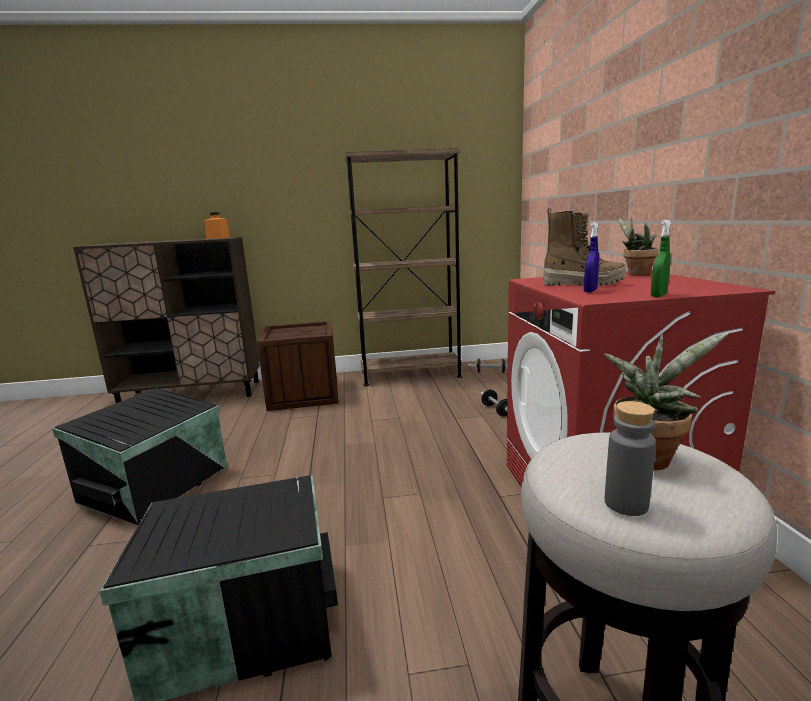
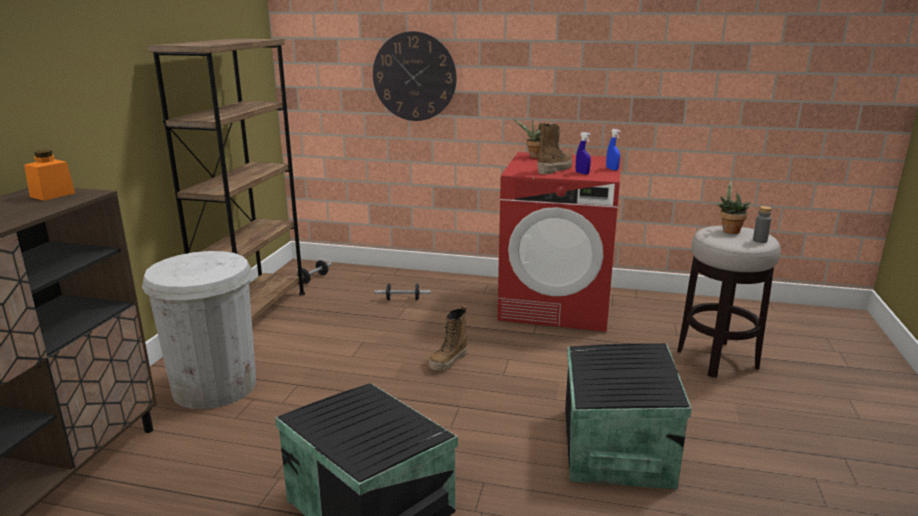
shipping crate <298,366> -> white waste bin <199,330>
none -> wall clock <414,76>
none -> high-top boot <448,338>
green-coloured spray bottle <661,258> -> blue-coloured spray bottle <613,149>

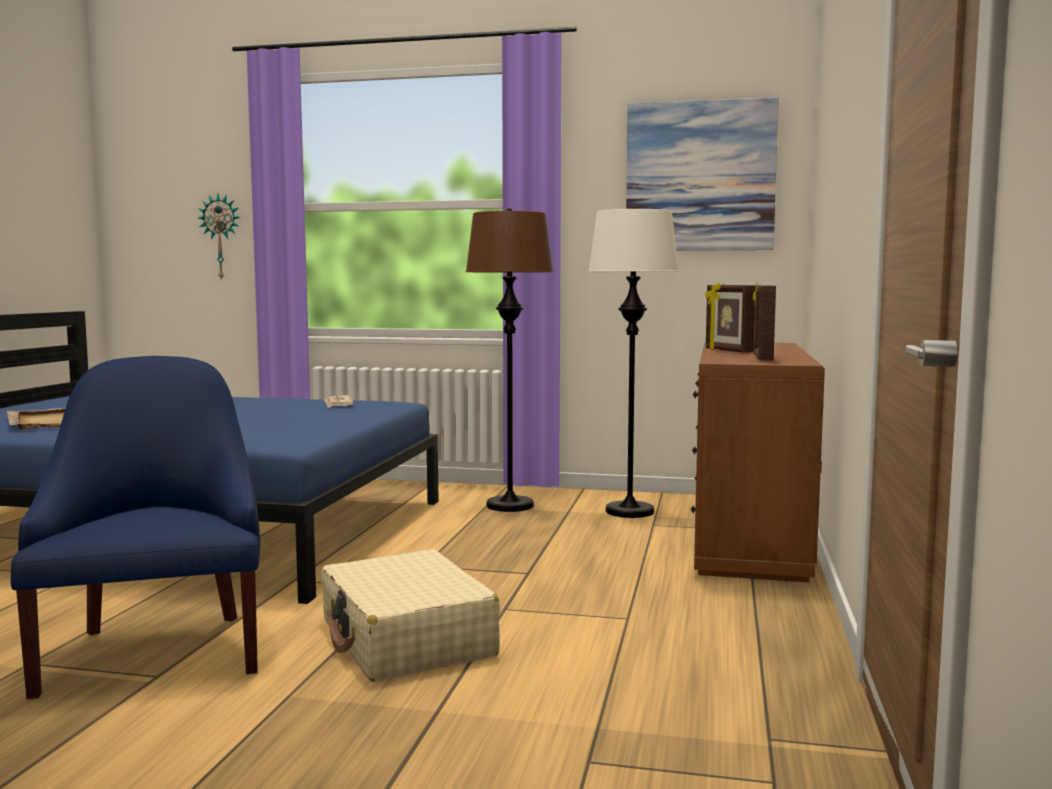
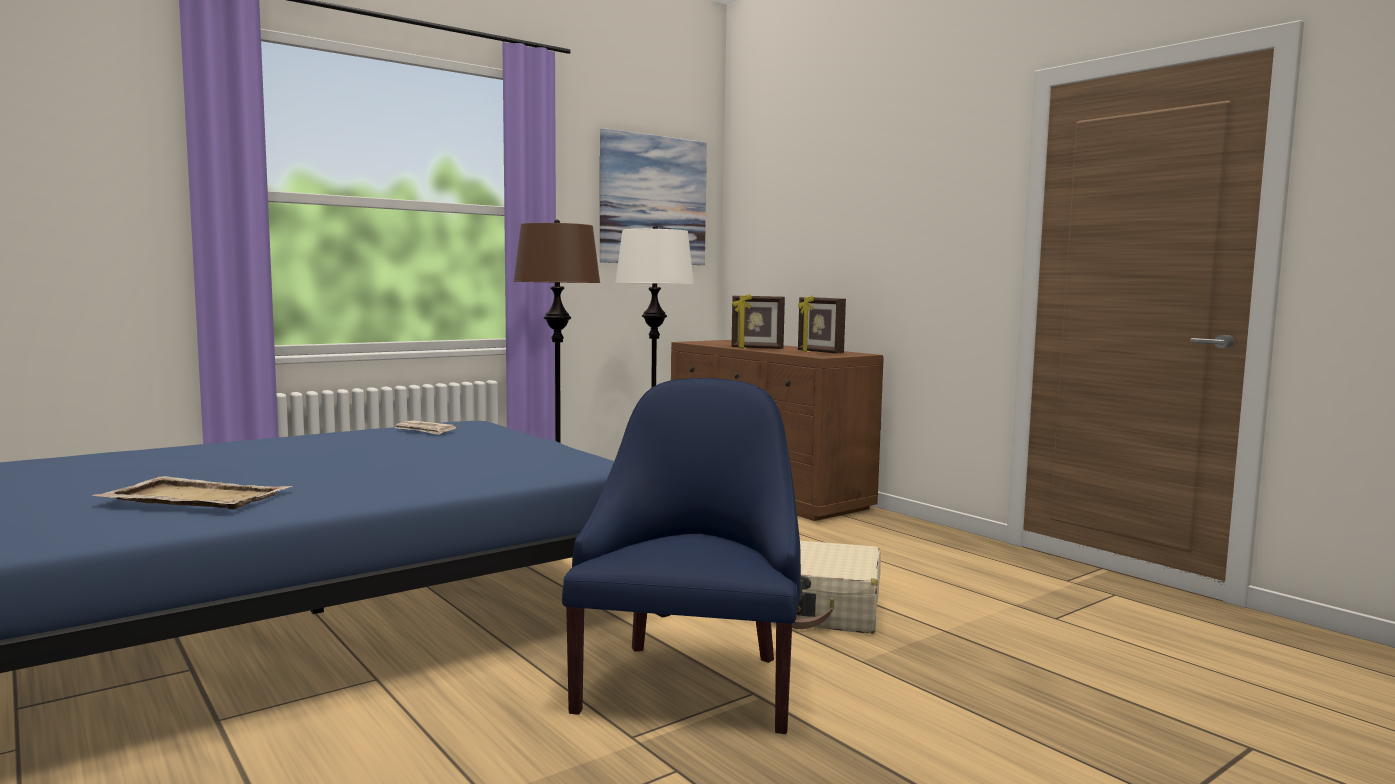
blue-coloured armchair <135,527> -> blue-coloured armchair <681,556>, 75 degrees clockwise
wall clock <219,237> -> none

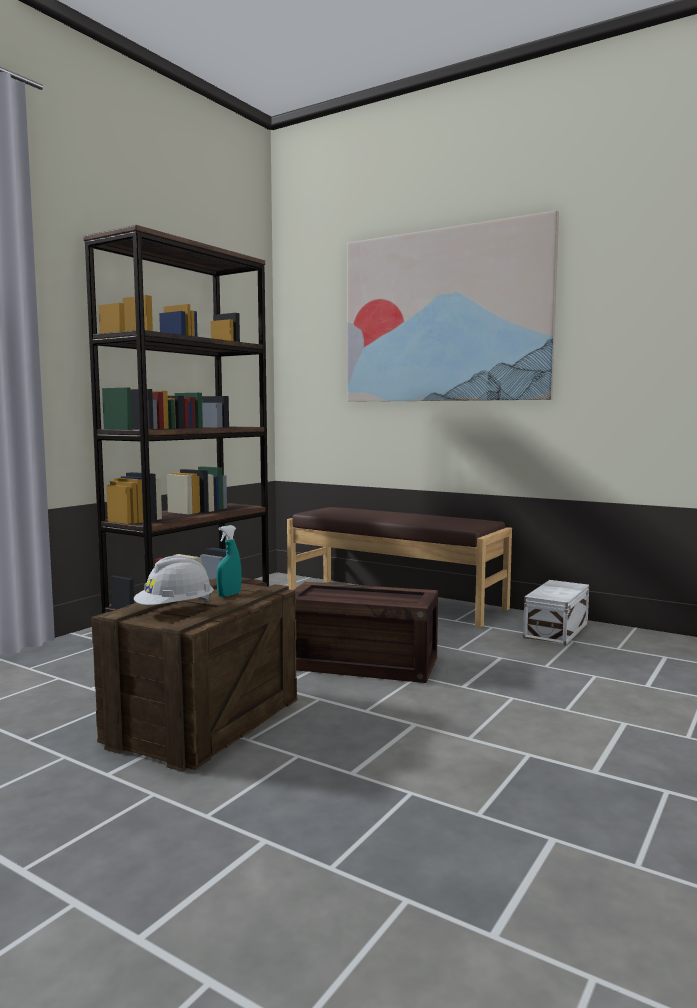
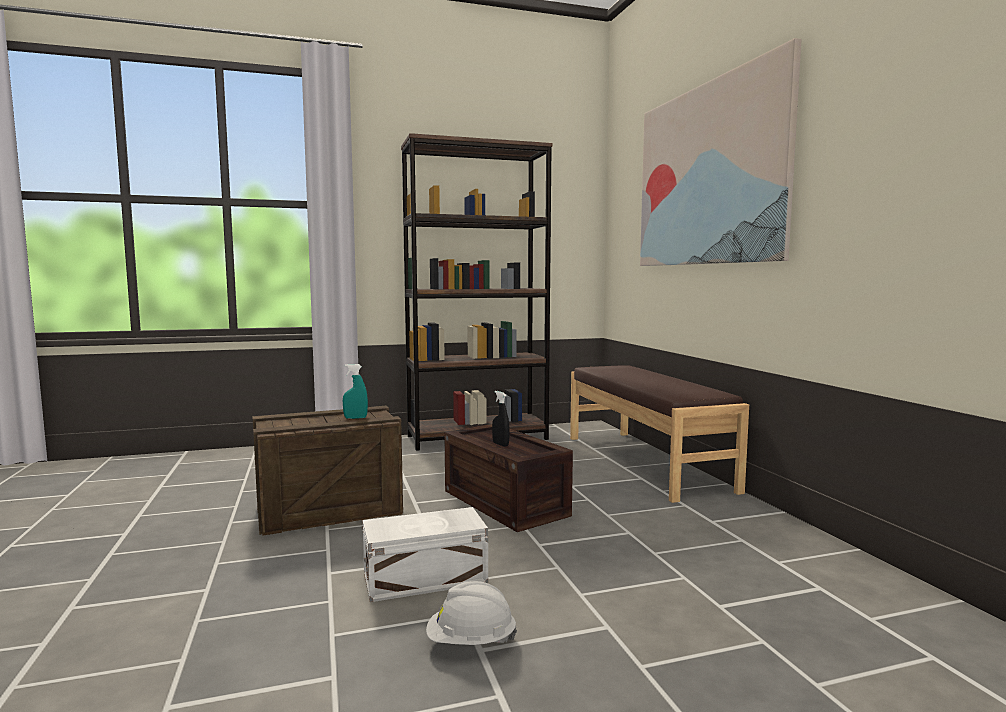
white storage bin <556,612> -> white storage bin <425,554>, moved
white hard hat <174,580> -> white hard hat <471,613>, moved
none -> blackish spray bottle <501,419>

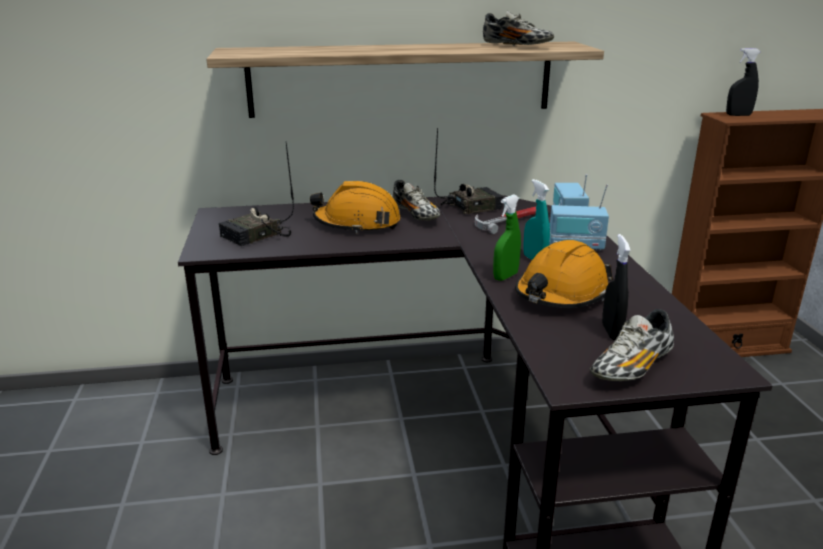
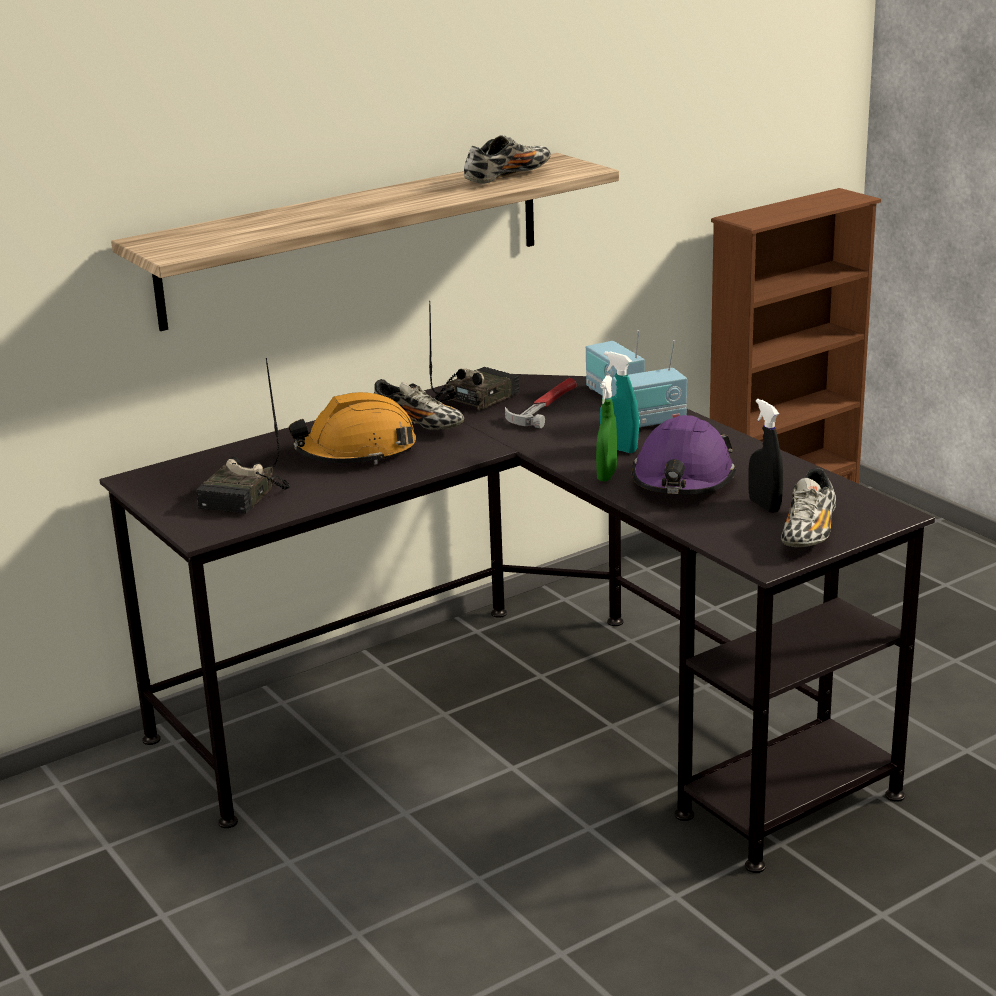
low shoe <518,28> -> low shoe <507,160>, 60 degrees counterclockwise
orangey hard hat <564,274> -> purple hard hat <684,454>
blackish spray bottle <743,82> -> none

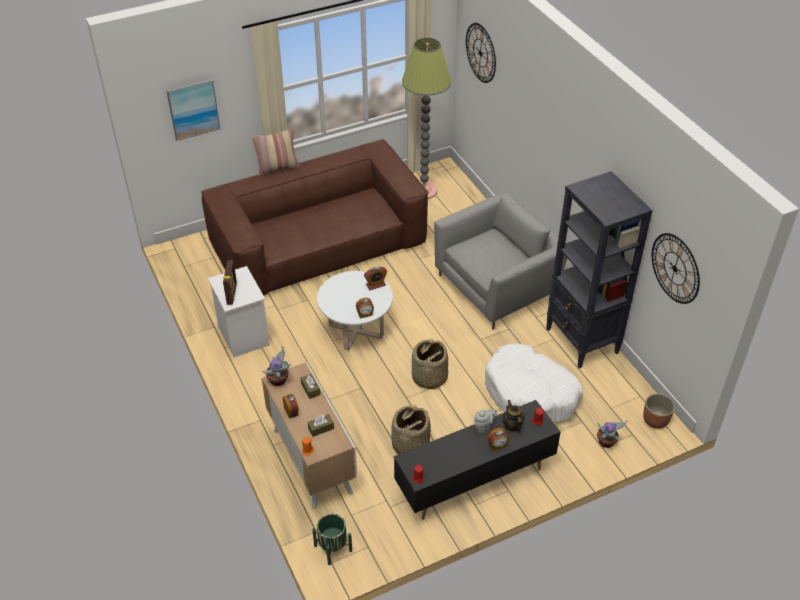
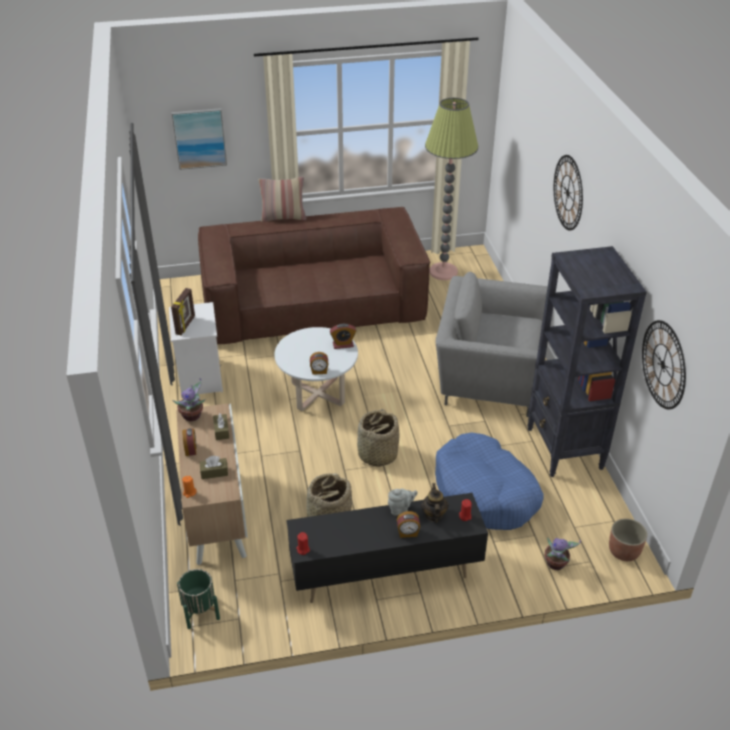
white dog cushion <534,383> -> blue-coloured dog cushion <489,481>
greyish armchair <500,261> -> greyish armchair <492,344>, 150 degrees counterclockwise
wall clock <481,53> -> wall clock <568,192>, moved

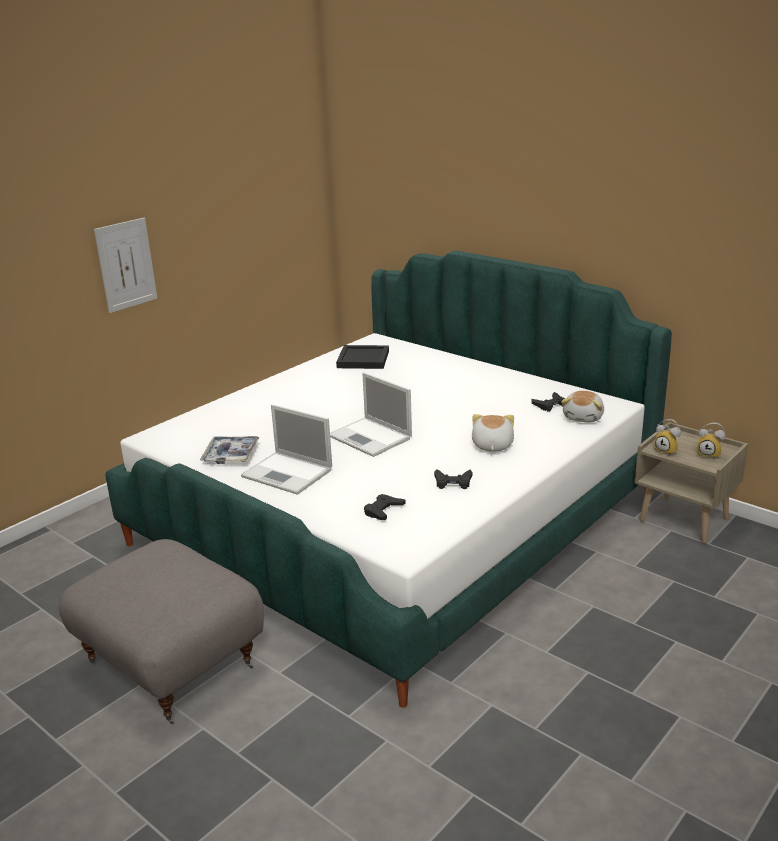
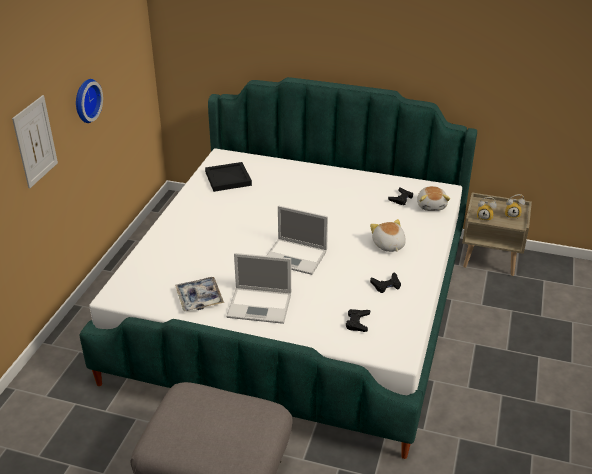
none -> wall clock <89,101>

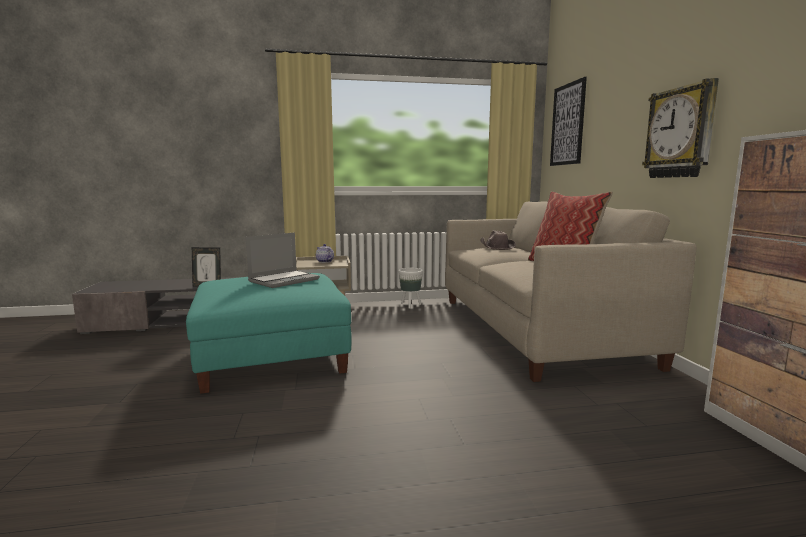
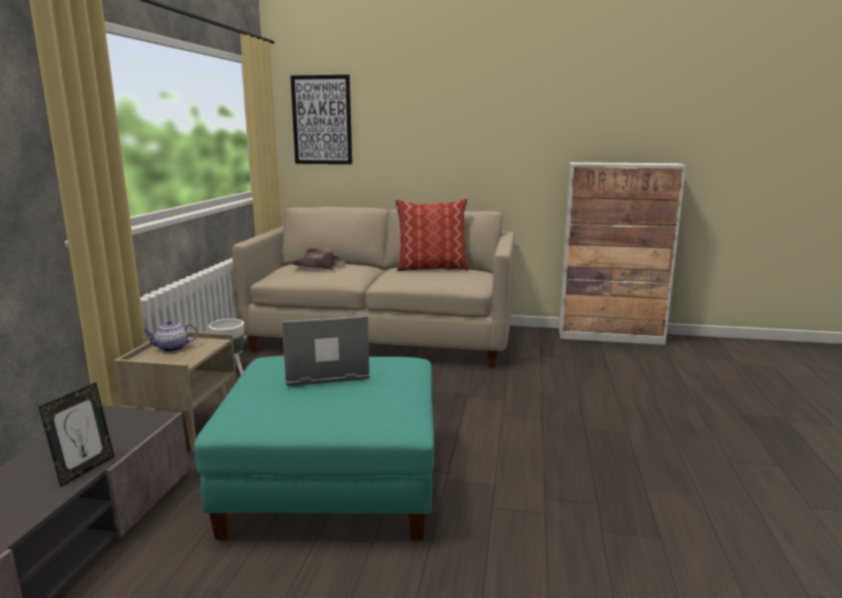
notebook computer <283,260> -> notebook computer <326,351>, 75 degrees counterclockwise
wall clock <680,128> -> none

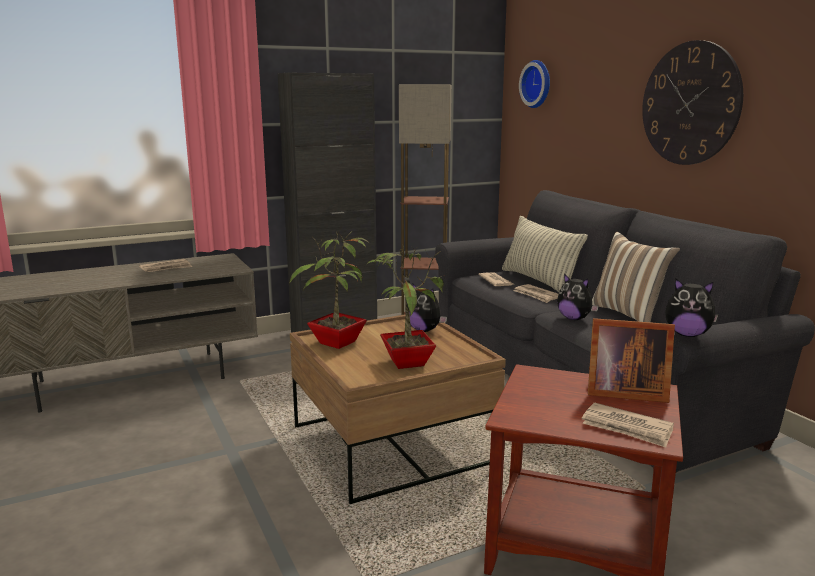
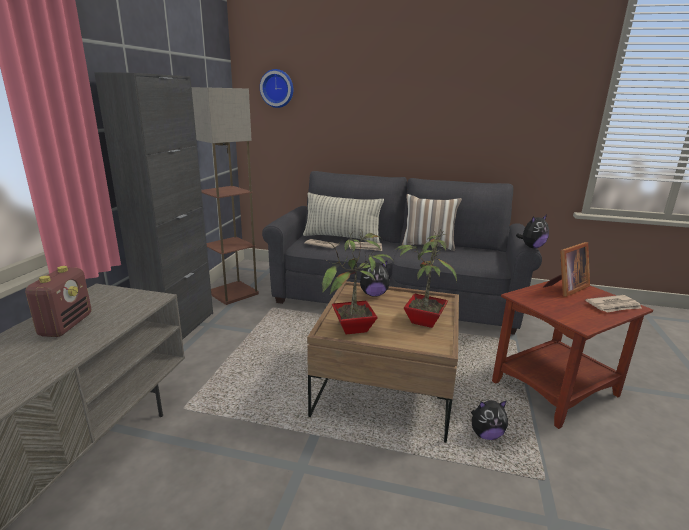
daily paper <165,265> -> radio set <58,301>
cuddly toy <578,297> -> cuddly toy <489,420>, moved
wall clock <692,102> -> none

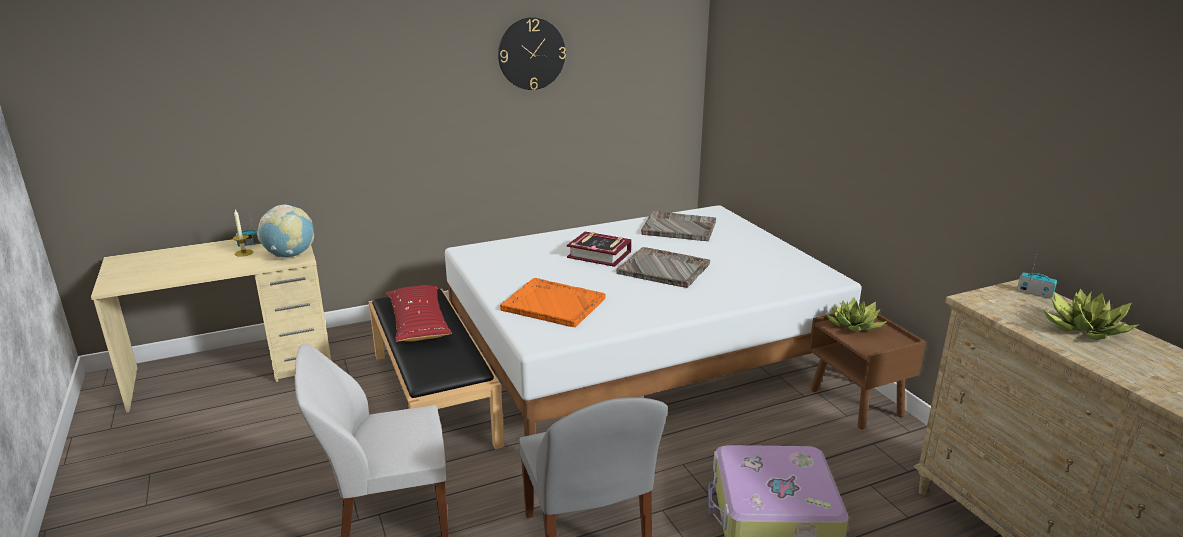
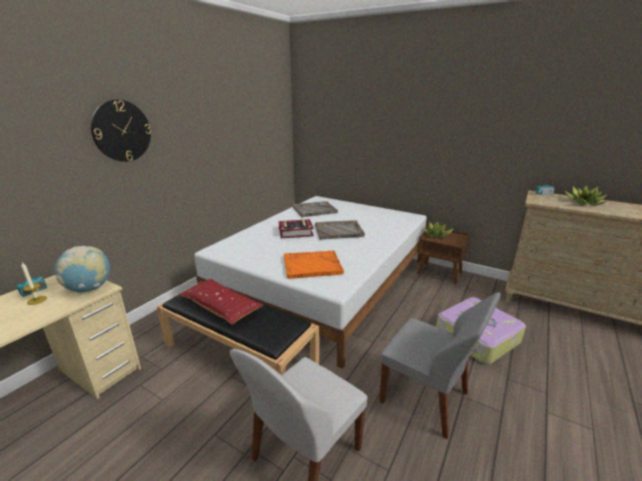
wall clock <532,53> -> wall clock <121,131>, moved

